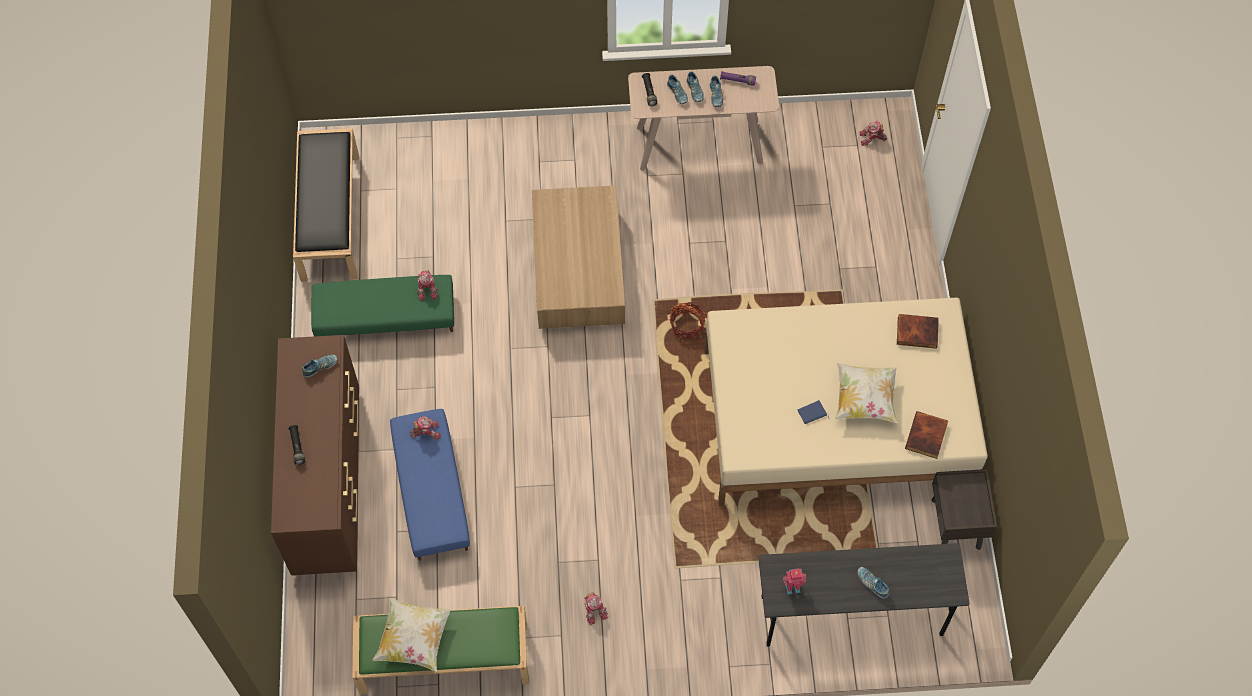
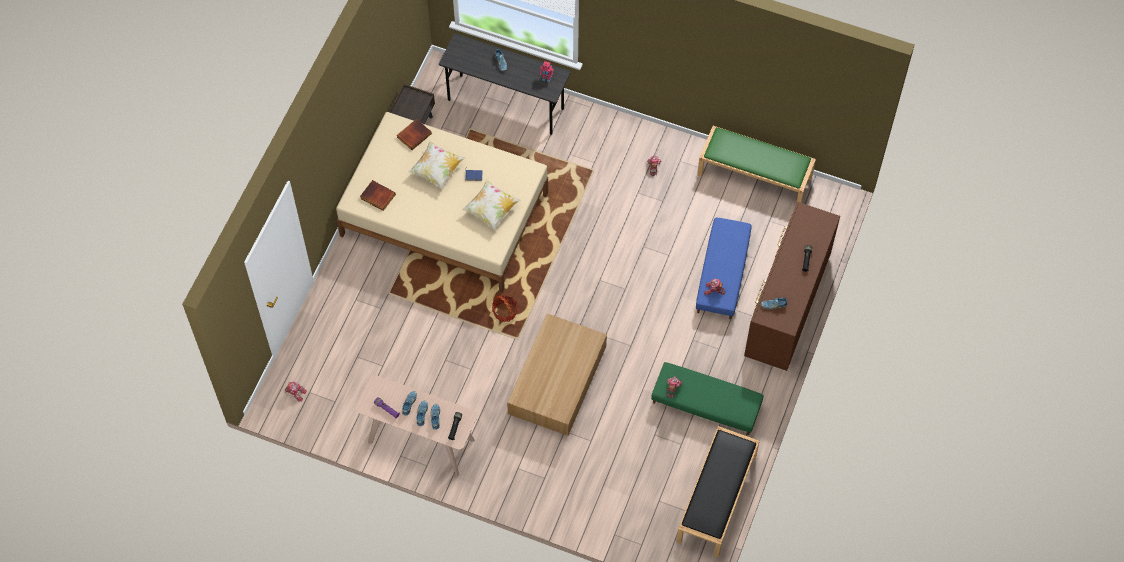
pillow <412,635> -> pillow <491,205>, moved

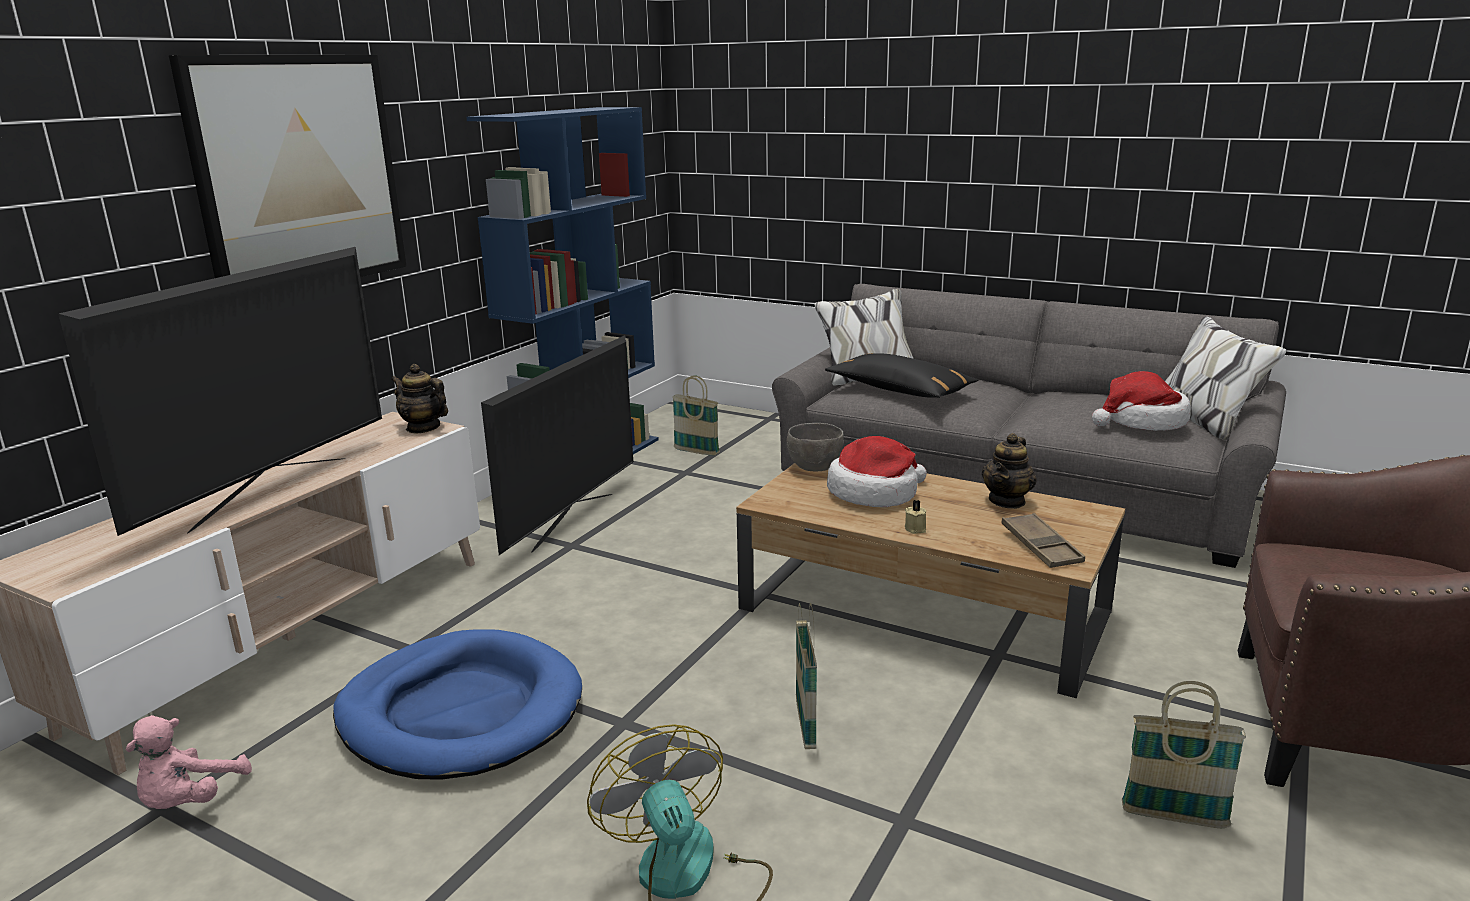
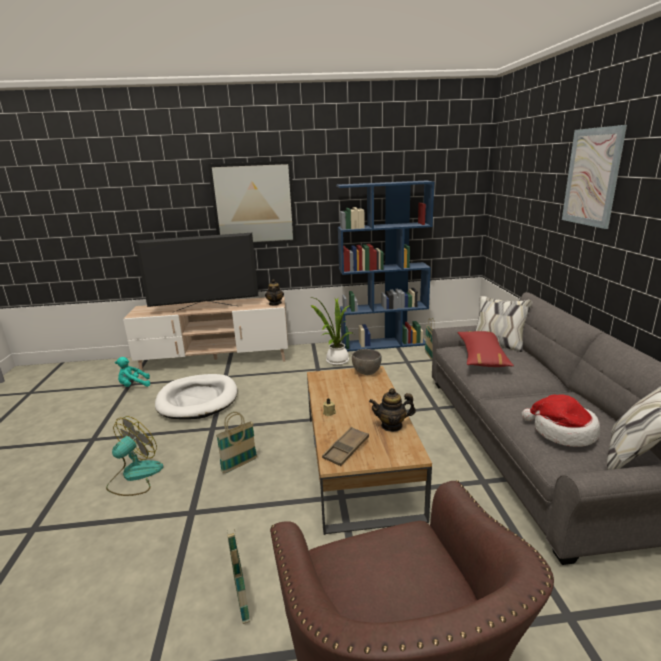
pink cuddly toy <188,762> -> turquoise-coloured cuddly toy <132,372>
blue-coloured dog cushion <457,704> -> white dog cushion <196,396>
TV <557,445> -> plant in a pot <330,331>
blackish pillow <902,375> -> reddish pillow <486,349>
none -> wall picture <594,177>
hat <877,471> -> none

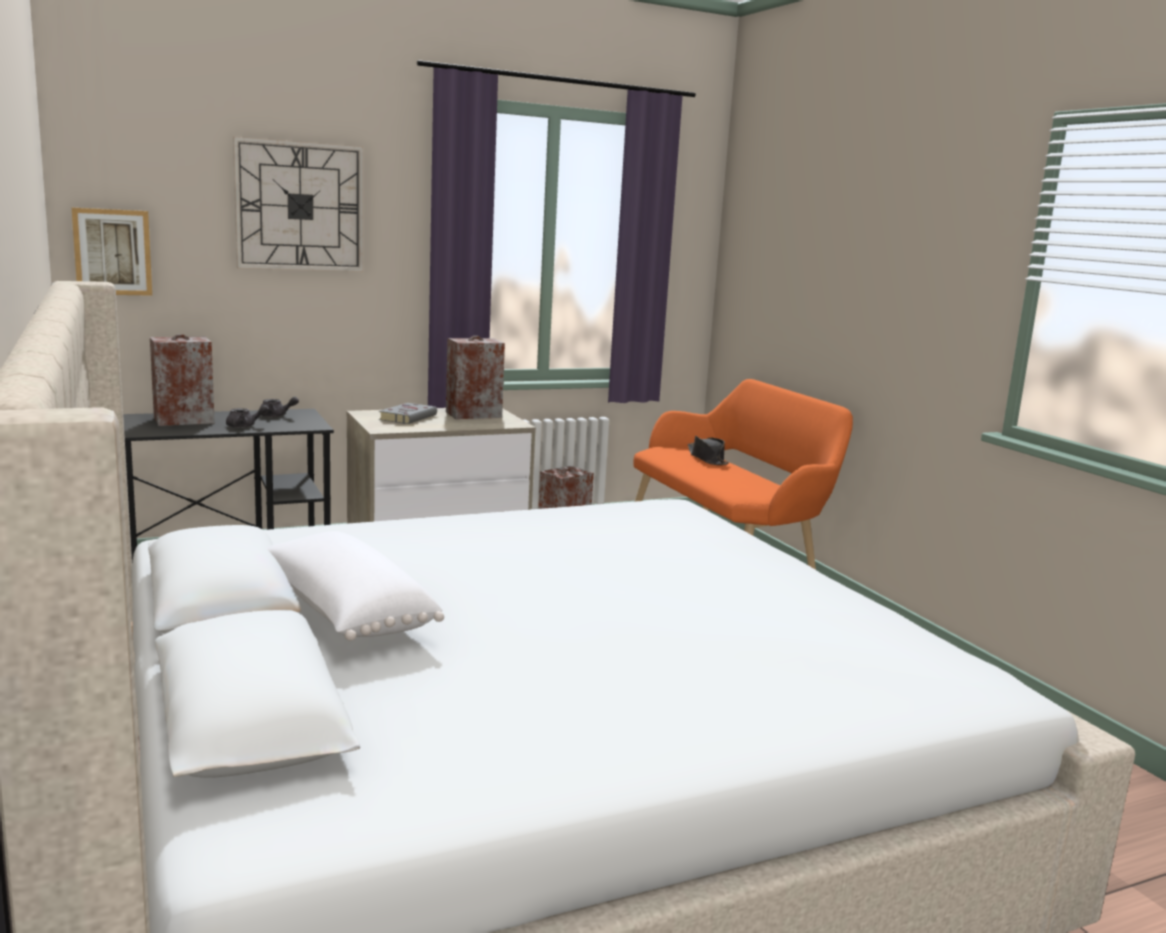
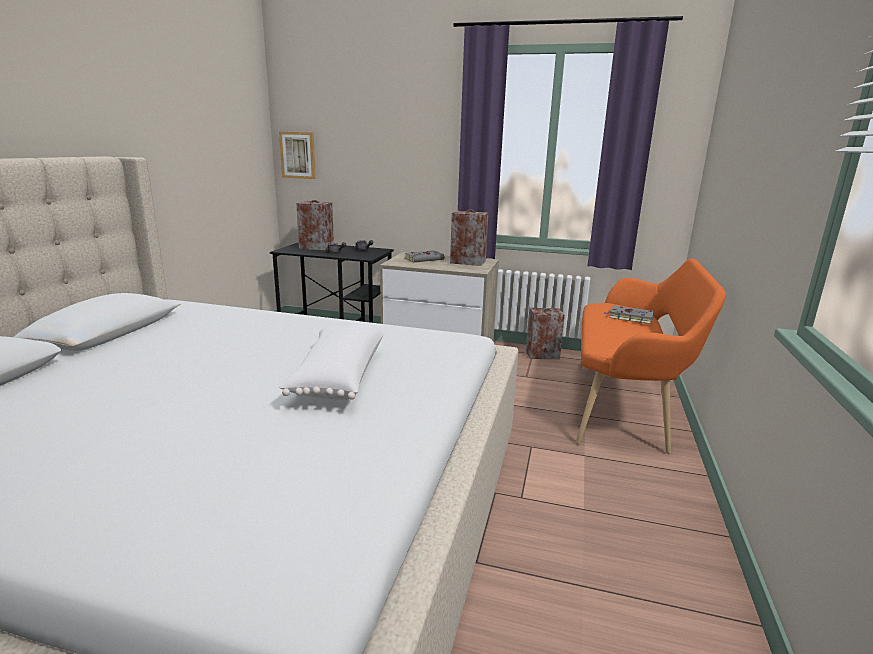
white pillow <355,586> -> white pillow <331,362>, moved
blackish hat <708,450> -> greyish bound book <628,314>
wall clock <298,204> -> none

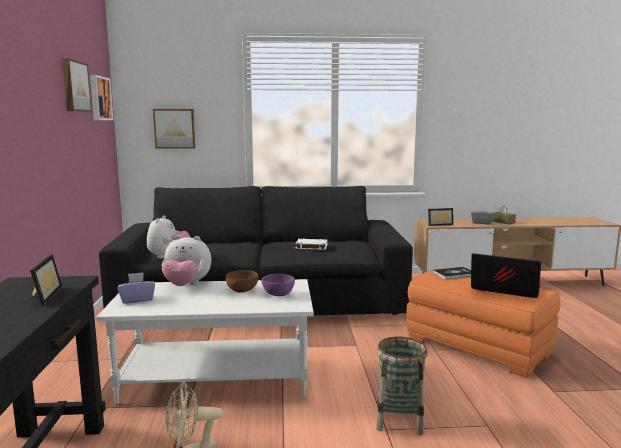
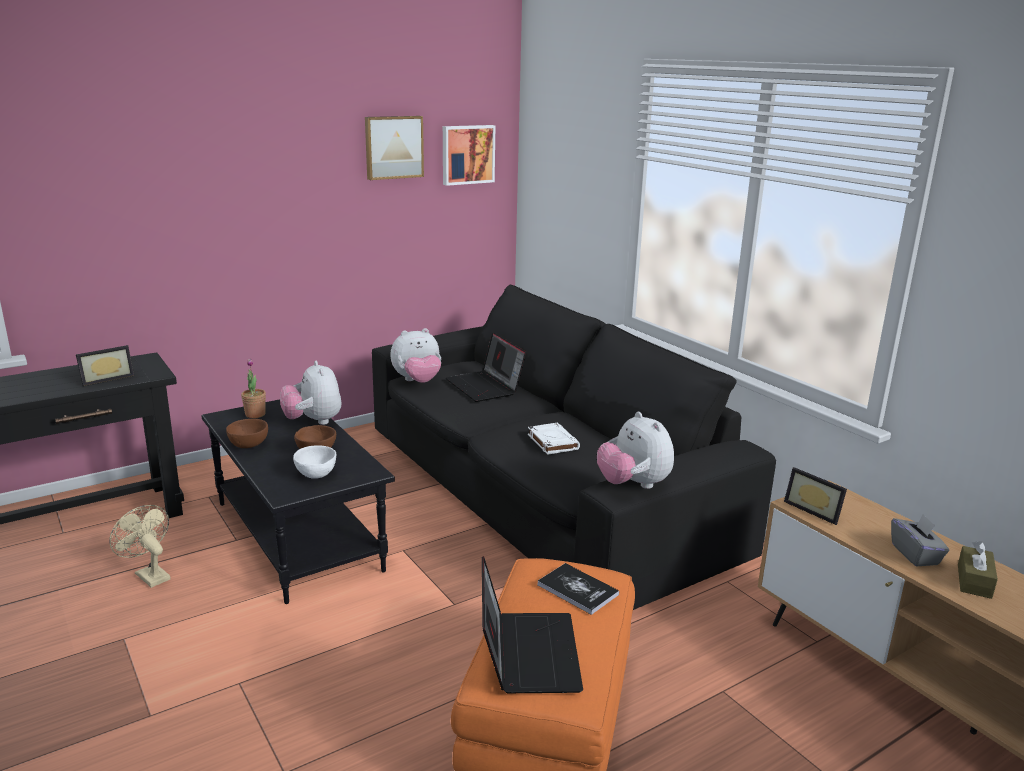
white low table <205,341> -> blackish low table <298,501>
none -> brown-coloured deep dish <247,433>
purple box of tissues <136,288> -> plant in a pot <253,388>
purple deep dish <278,285> -> white deep dish <314,462>
none -> notebook computer <486,367>
none -> cuddly toy <635,450>
wall picture <174,129> -> none
basket <402,386> -> none

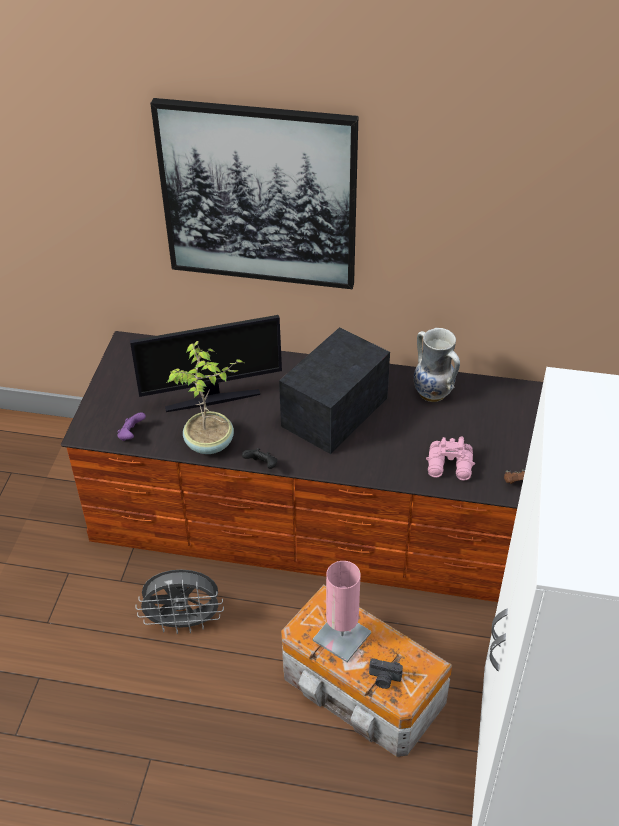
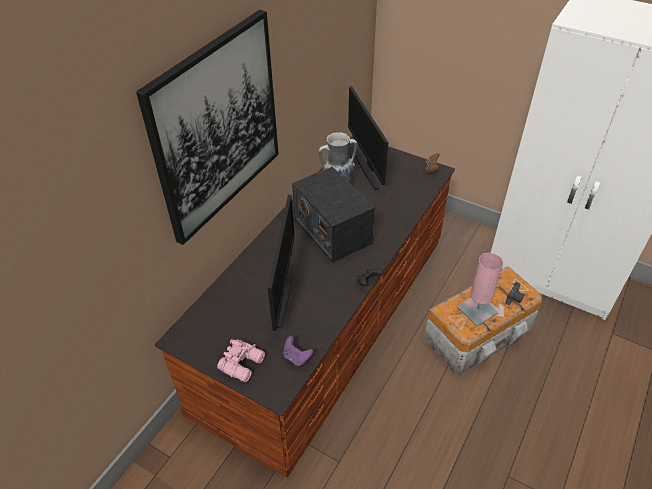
pink pair of binoculars <450,458> -> pink pair of binoculars <241,360>, moved
none -> monitor <368,138>
greyish electric fan <179,601> -> none
plant in a pot <205,397> -> none

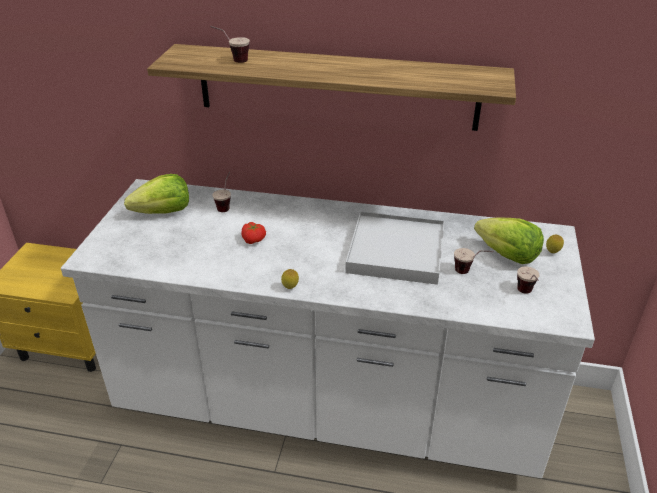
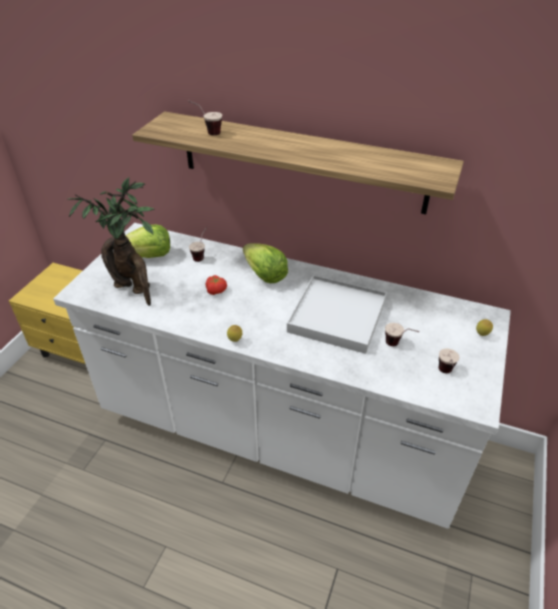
none -> plant in a pot <110,241>
lettuce <509,240> -> lettuce <265,263>, moved

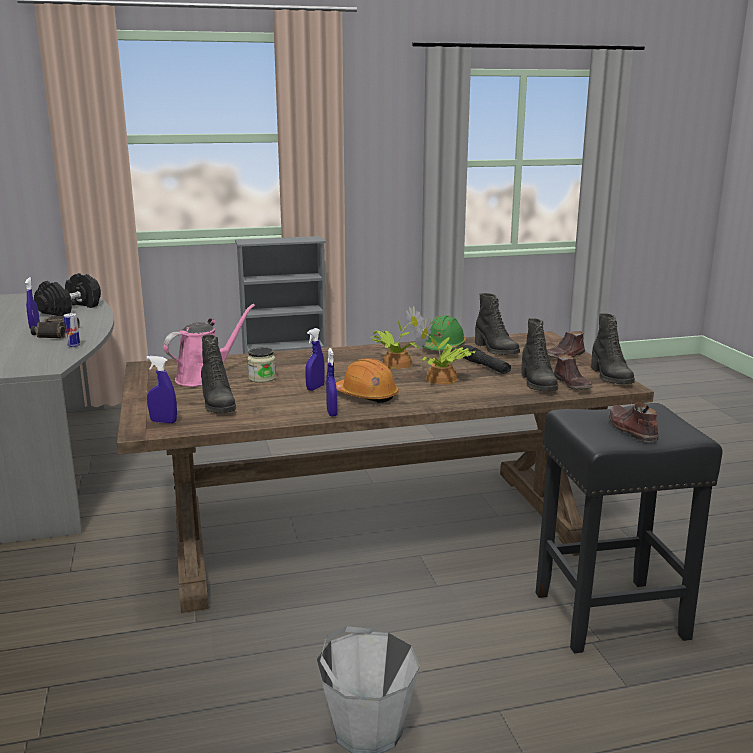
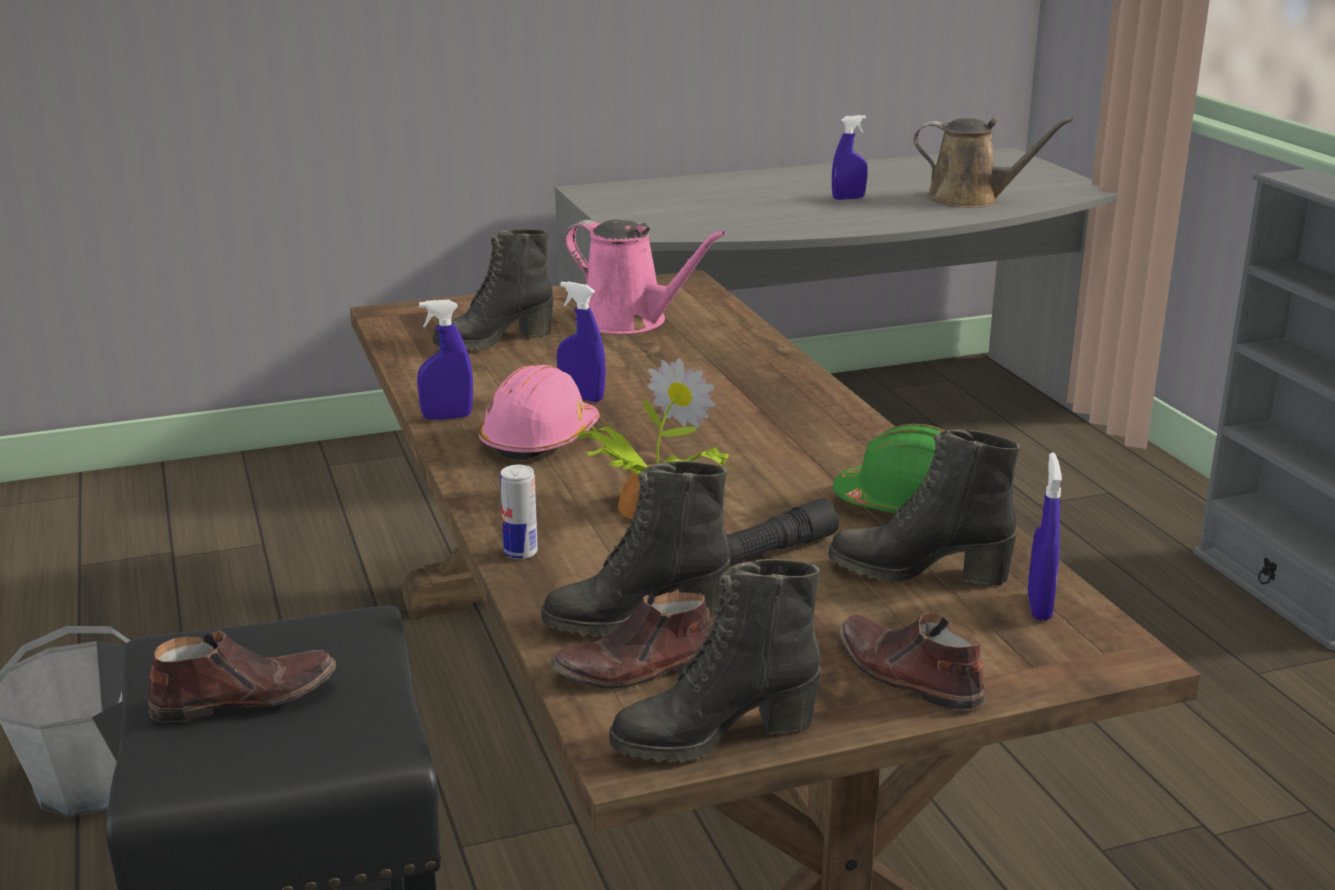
orangey hard hat <367,380> -> pink hard hat <539,412>
can <72,330> -> can <519,512>, moved
blackish high-top boot <497,324> -> blackish high-top boot <924,507>, 45 degrees clockwise
blackish dumbbell <67,294> -> brown-coloured watering pot <993,162>
blue-coloured spray bottle <161,390> -> blue-coloured spray bottle <1045,537>, moved
pair of binoculars <55,327> -> none
storage jar <261,365> -> none
plant in a pot <397,337> -> none

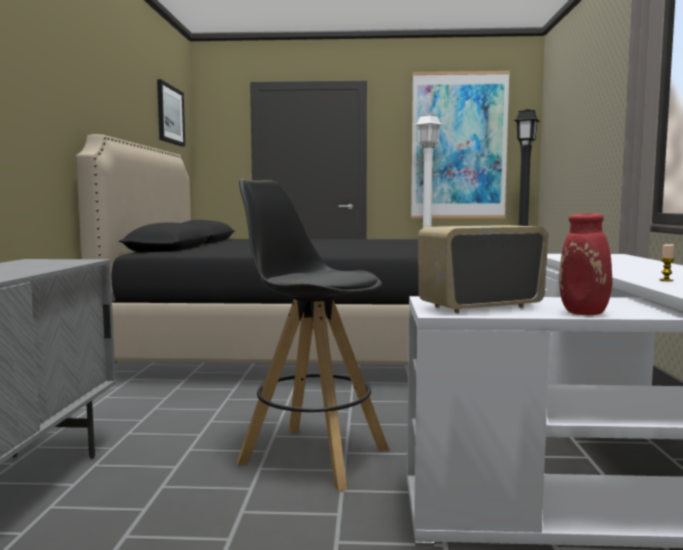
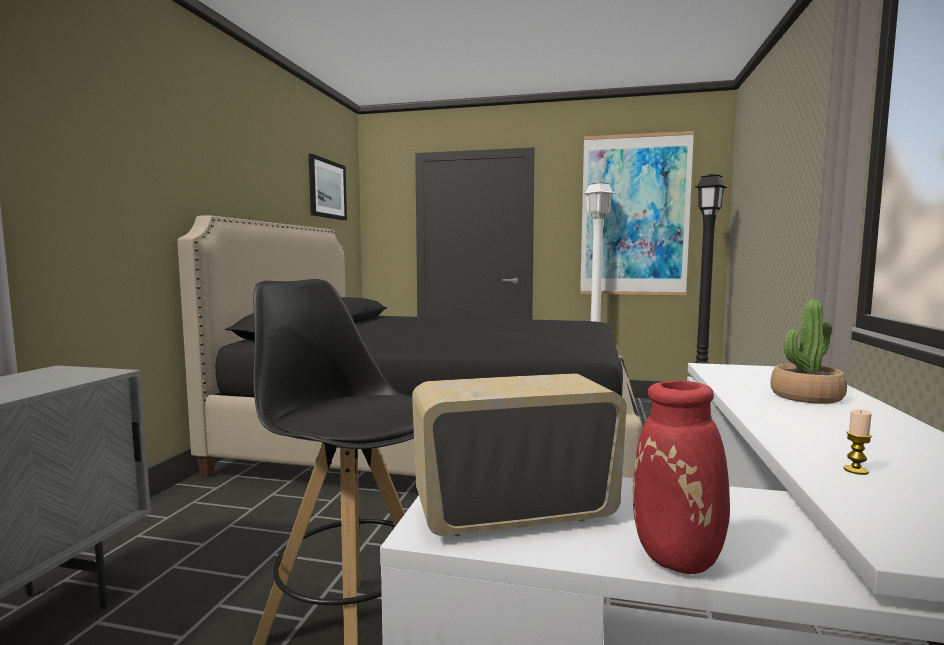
none -> plant in a pot <808,352>

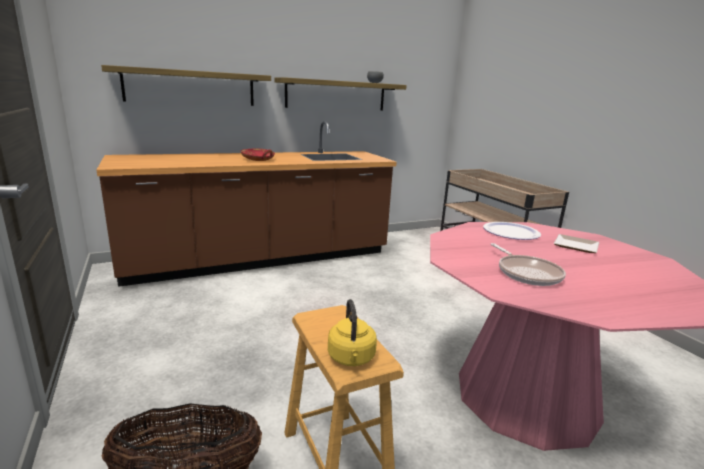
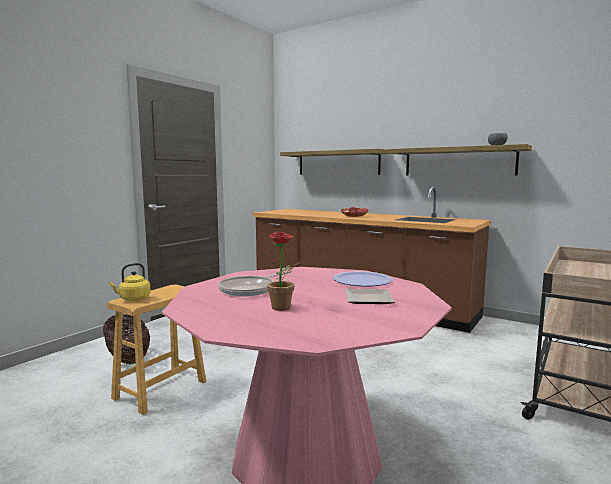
none -> plant in a pot <281,271>

